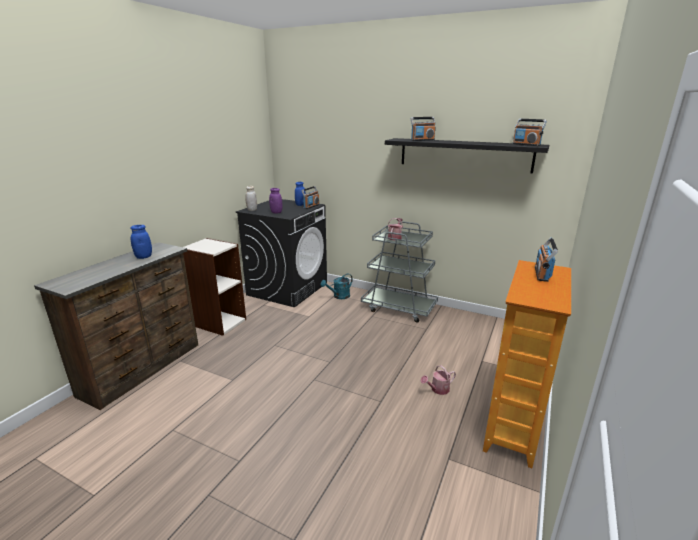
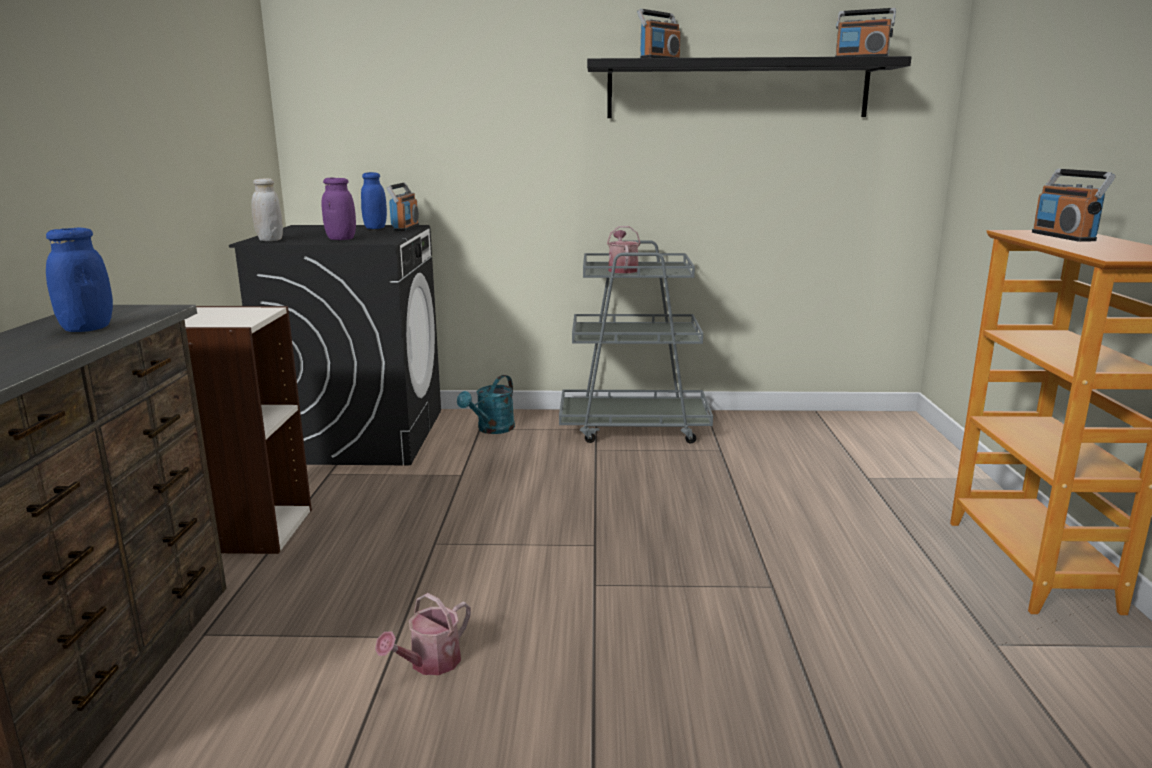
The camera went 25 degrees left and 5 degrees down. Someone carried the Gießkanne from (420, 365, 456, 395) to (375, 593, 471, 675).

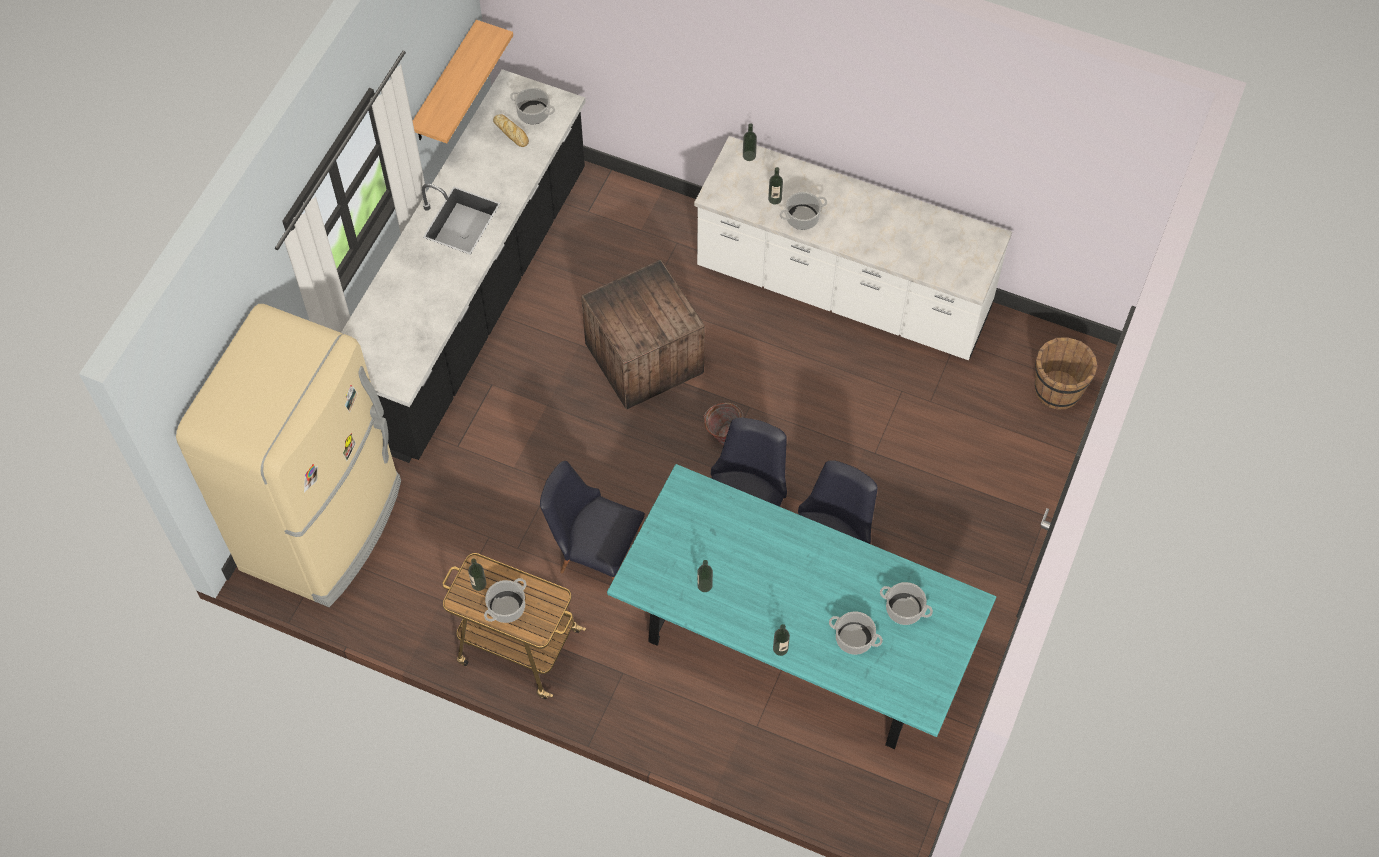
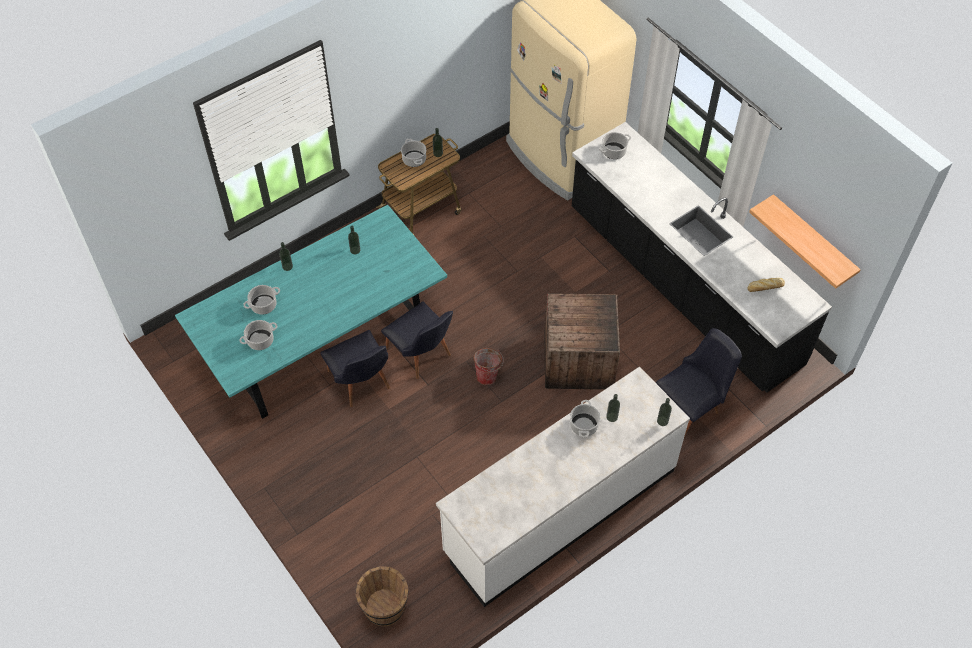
The camera went 120 degrees right and 5 degrees down. Someone carried the Kochtopf from (510, 87, 555, 124) to (599, 132, 631, 159). Someone carried the Stuhl (schwarz) from (540, 461, 645, 580) to (656, 328, 742, 437).

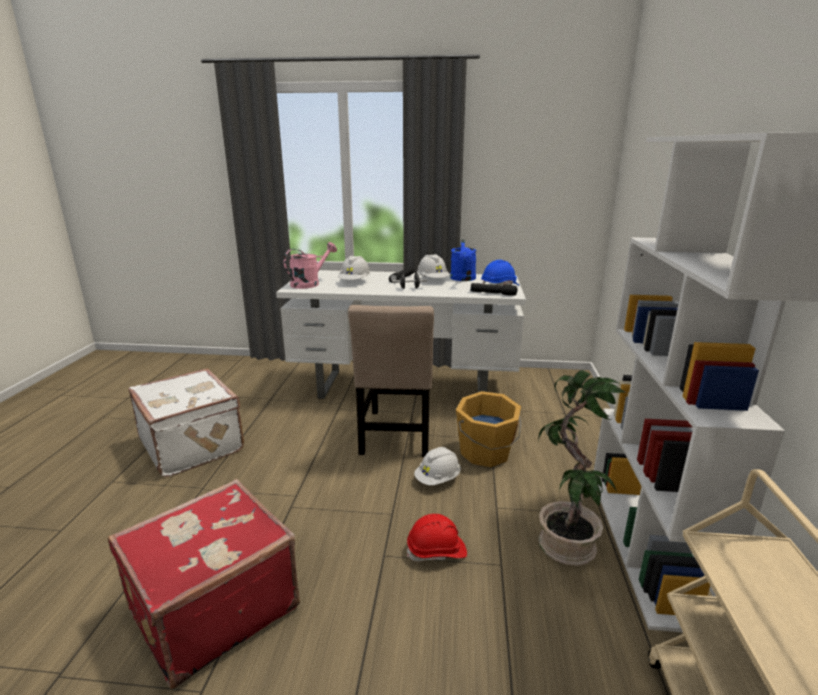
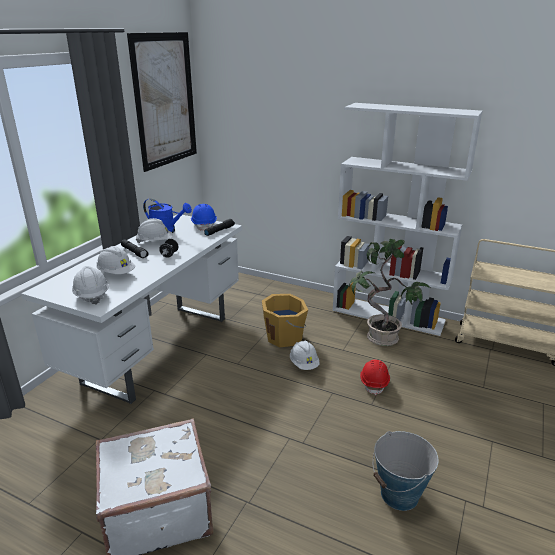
The camera went 70 degrees left and 5 degrees up. Someone swapped the Gießkanne (rosa) at (283, 242, 337, 289) for the Schutzhelm (weiß) at (72, 266, 109, 305). Someone took away the Stuhl (beige) at (348, 305, 434, 457). Someone swapped the Koffer (rot) at (108, 479, 300, 689) for the Eimer at (373, 431, 439, 511). Someone put up the Bild at (127, 32, 197, 172).

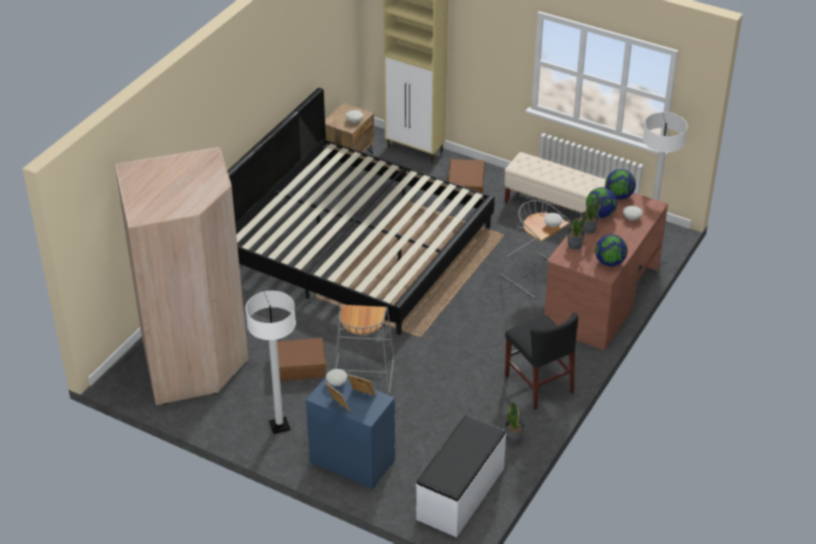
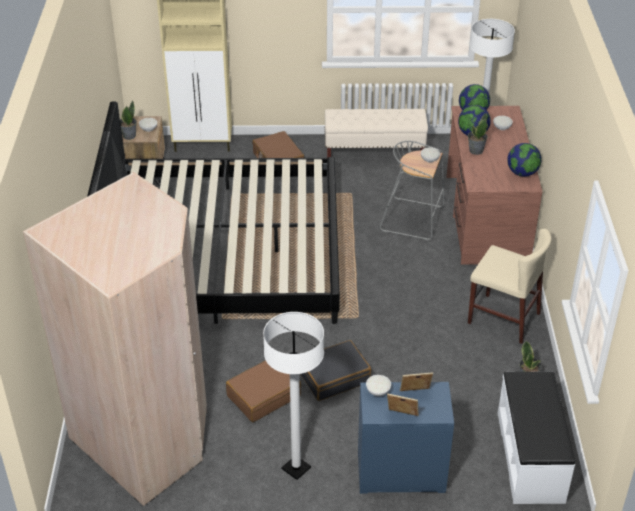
The camera went 30 degrees left and 0 degrees up. Someone carried the Topfpflanze from (567, 213, 587, 250) to (120, 101, 137, 140). Someone swapped the Hocker (grau) at (334, 304, 394, 394) for the Koffer (schwarz) at (300, 340, 371, 401). Someone repainted the Stuhl (schwarz) at (505, 313, 578, 410), which became the Stuhl (beige) at (468, 229, 552, 344).

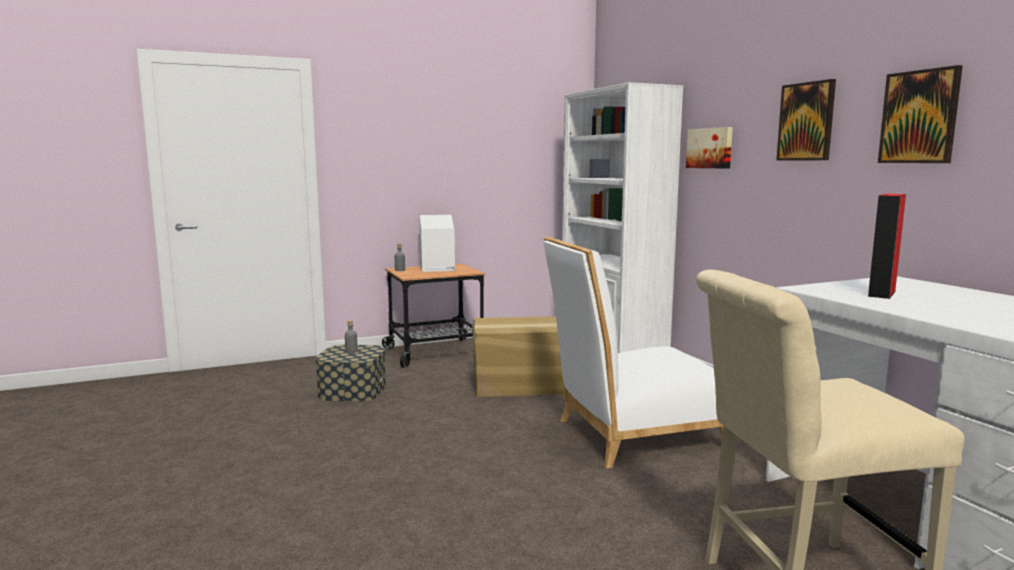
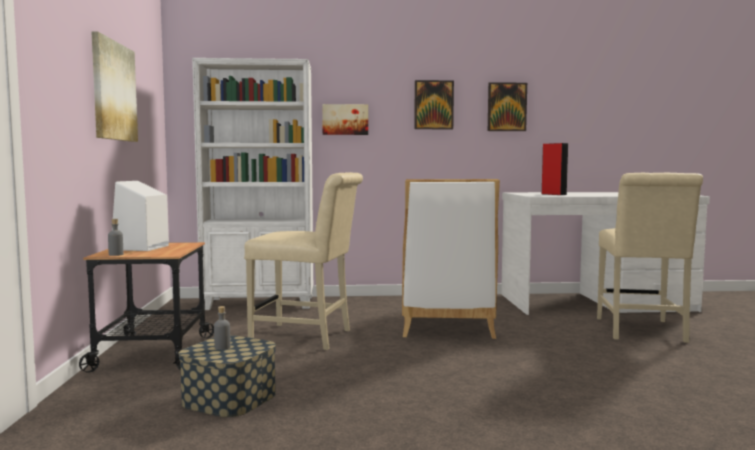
The camera went 70 degrees left and 5 degrees down. Someone swapped the Karton at (472, 316, 565, 397) for the Stuhl (beige) at (244, 172, 363, 350). Someone put up the Bild at (91, 32, 138, 142).

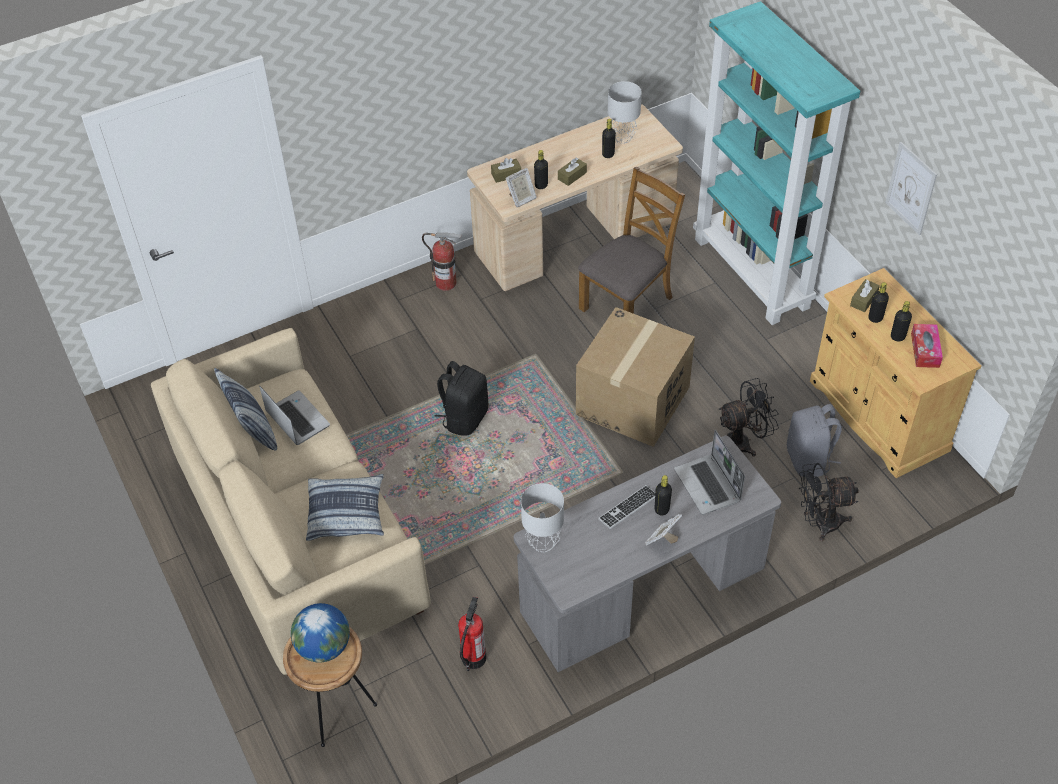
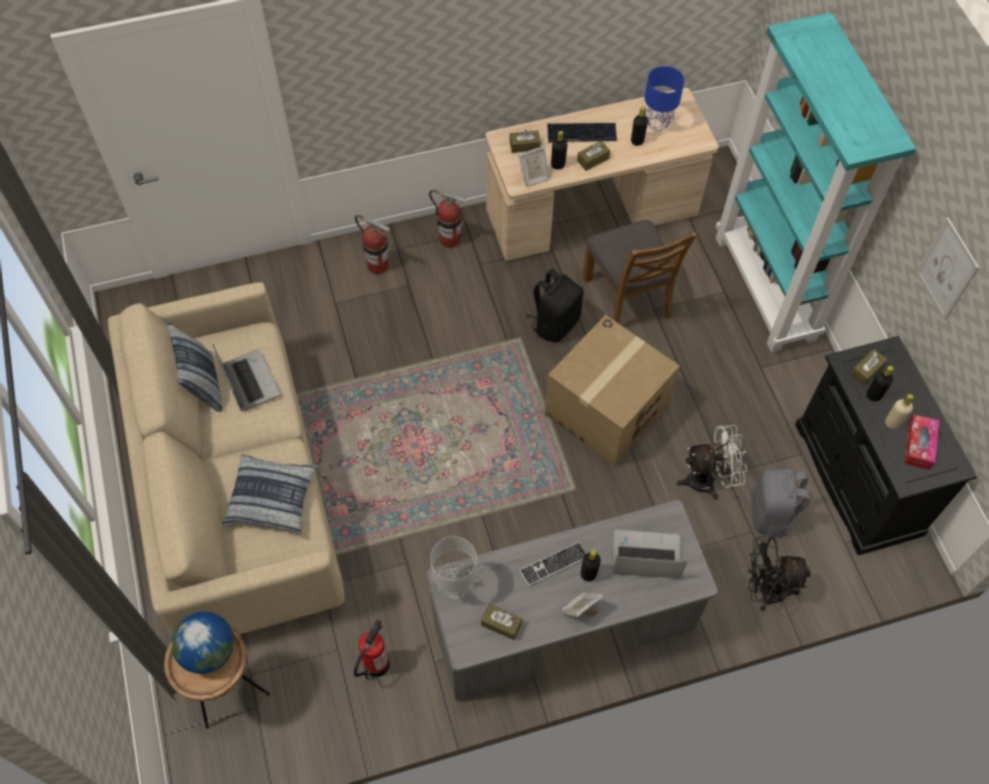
The camera went 10 degrees right and 10 degrees up. Someone repainted the Tischlampe (grau) at (607, 81, 642, 144), which became the Tischlampe (blau) at (645, 66, 684, 131). Someone rotated the Stuhl (braun) at (578, 167, 685, 314) by 105 degrees clockwise. Someone repainted the Schrank (beige) at (810, 268, 982, 478), which became the Schrank (schwarz) at (795, 336, 977, 555). Someone repainted the Flasche (schwarz) at (891, 301, 912, 341), which became the Flasche (beige) at (885, 394, 914, 429). Someone carried the Rucksack (schwarz) from (435, 361, 488, 436) to (526, 269, 583, 342). Someone repainted the Ventilator (schwarz) at (719, 378, 779, 457), which became the Ventilator (weiß) at (677, 425, 747, 499). Someone rotated the Laptop at (674, 430, 745, 515) by 105 degrees clockwise. Someone put down the Tastatur at (547, 123, 617, 142). Someone put down the Feuerlöscher at (355, 215, 390, 274). Someone put down the Taschentuchbox (braun) at (481, 604, 522, 640).

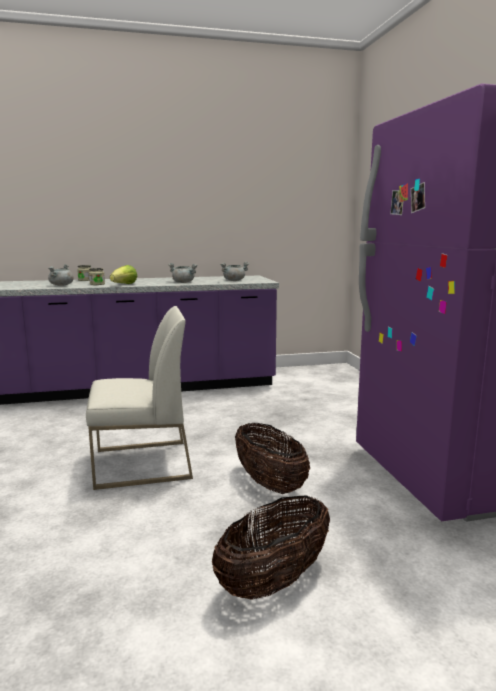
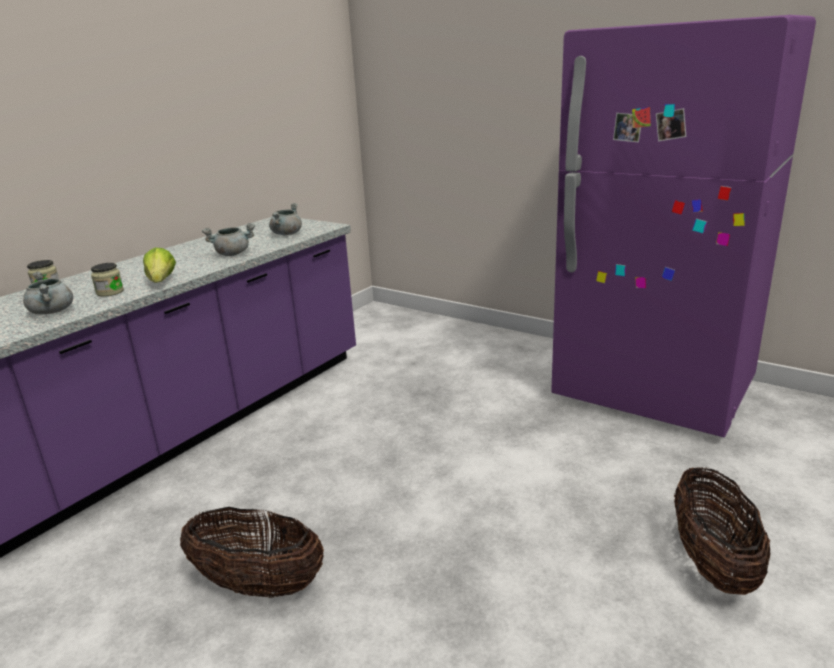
The camera went 40 degrees left and 10 degrees up. Someone took away the Stuhl (weiß) at (86, 306, 193, 490). Someone carried the Korb from (235, 423, 310, 494) to (180, 507, 324, 598).

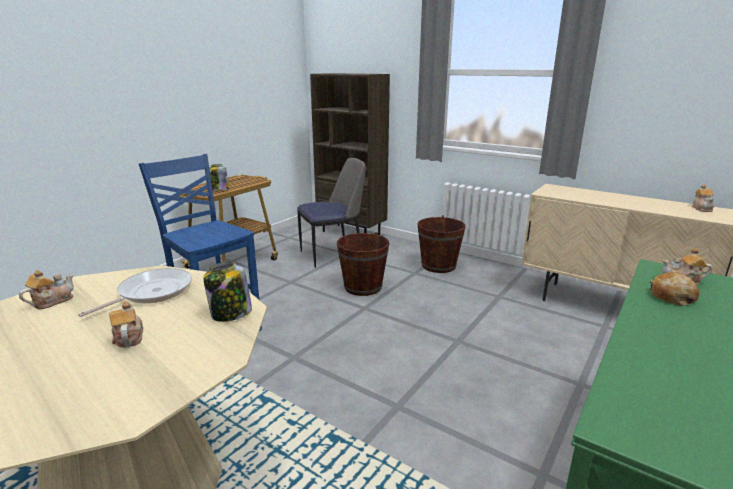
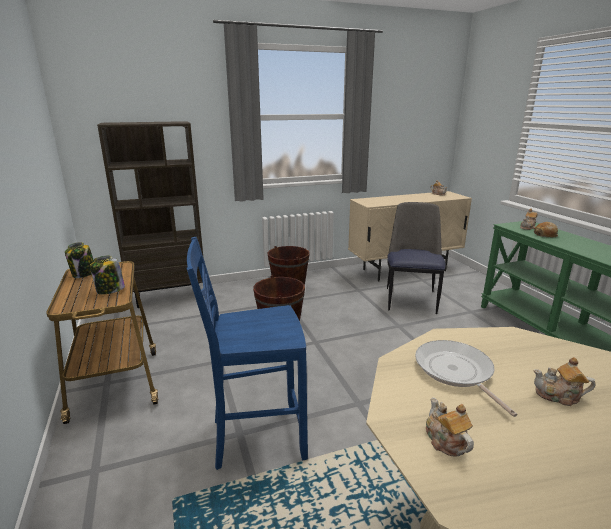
The camera went 55 degrees left and 0 degrees up. Someone carried the Stuhl from (297, 158, 366, 268) to (387, 202, 445, 314). Someone carried the Vorratsglas from (203, 262, 252, 322) to (65, 242, 94, 278).

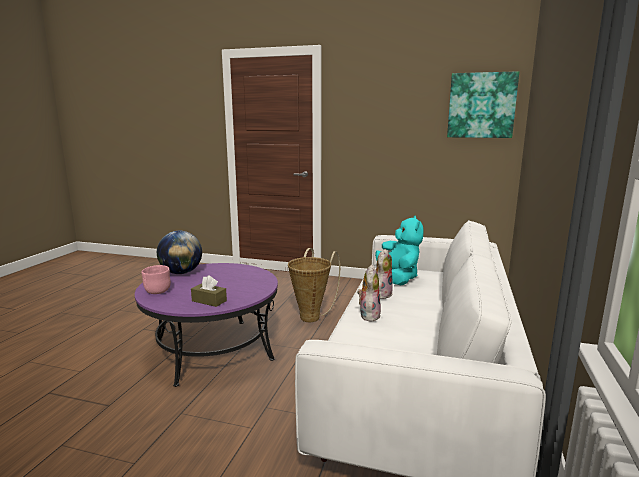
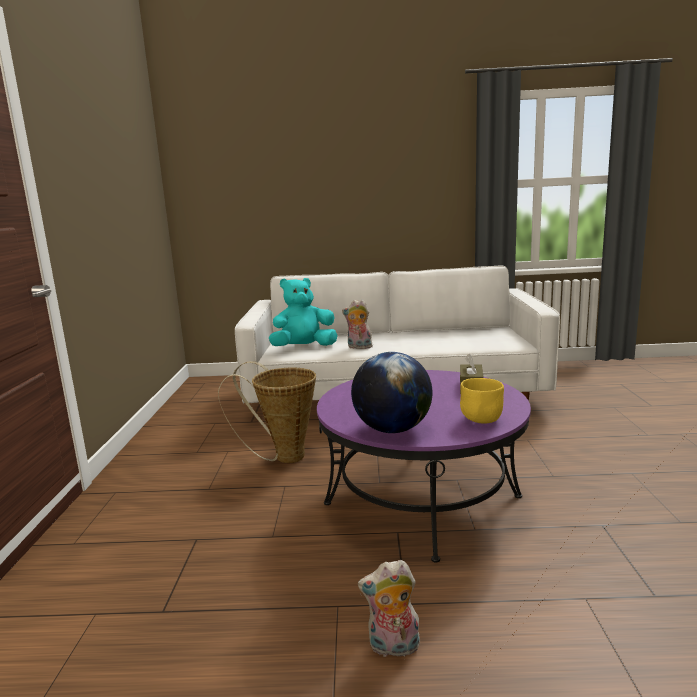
The camera went 105 degrees left and 0 degrees up. Someone took away the Bild at (447, 71, 519, 138). Someone repainted the Schüssel (rosa) at (141, 265, 171, 294), which became the Schüssel (gelb) at (460, 378, 504, 423). Someone carried the Plüschtier from (357, 265, 381, 322) to (358, 560, 420, 657).

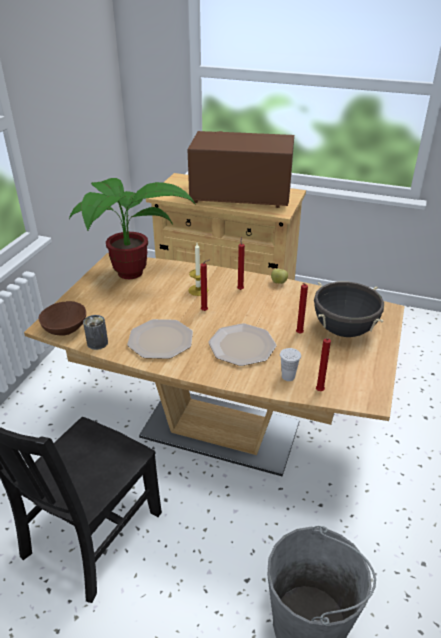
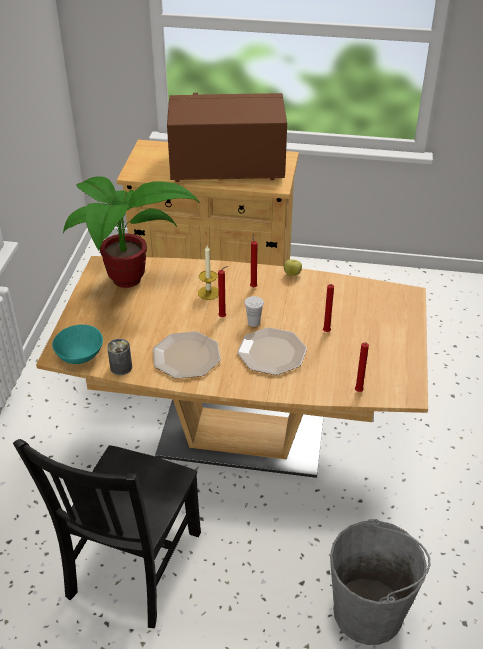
The camera went 10 degrees left and 5 degrees up. Someone took away the Kochtopf (schwarz) at (314, 282, 384, 337). Someone repainted the Schüssel (braun) at (39, 301, 86, 336), which became the Schüssel (türkis) at (52, 324, 103, 364). Someone carried the Tasse (weiß) from (280, 348, 301, 381) to (244, 296, 264, 327).

